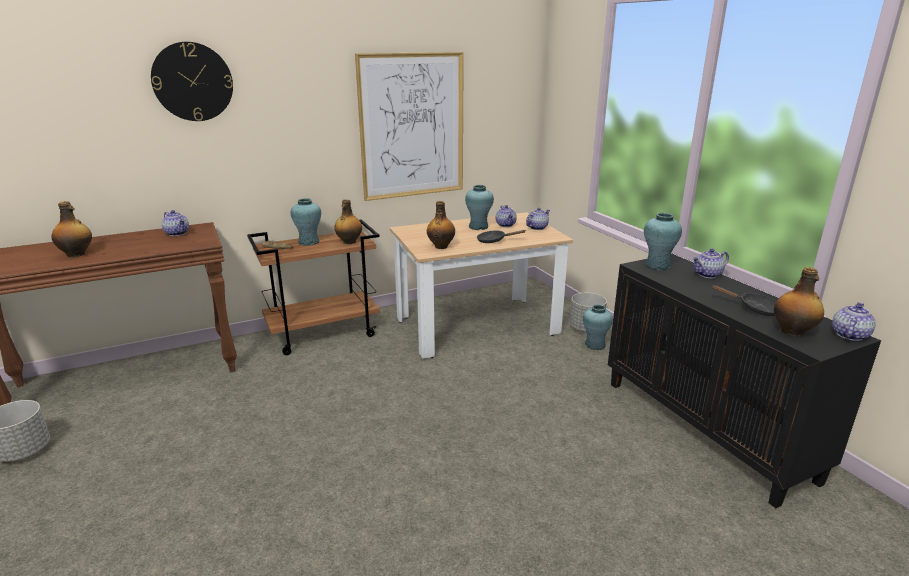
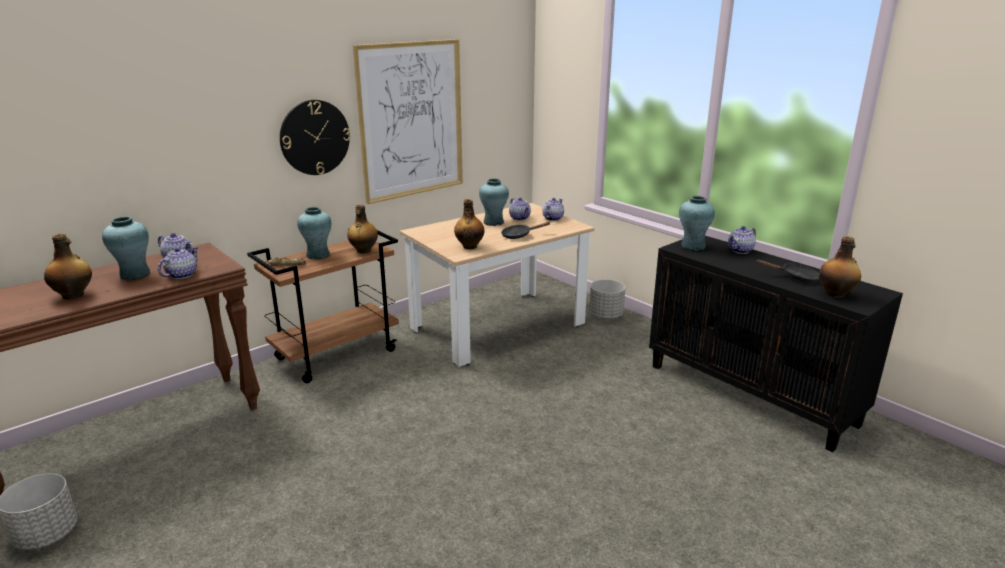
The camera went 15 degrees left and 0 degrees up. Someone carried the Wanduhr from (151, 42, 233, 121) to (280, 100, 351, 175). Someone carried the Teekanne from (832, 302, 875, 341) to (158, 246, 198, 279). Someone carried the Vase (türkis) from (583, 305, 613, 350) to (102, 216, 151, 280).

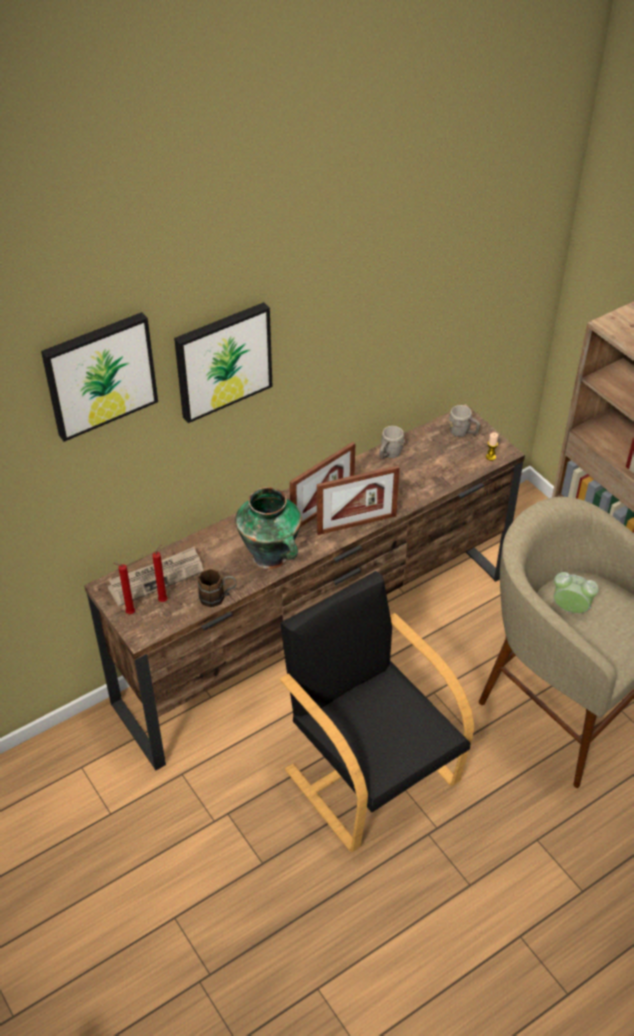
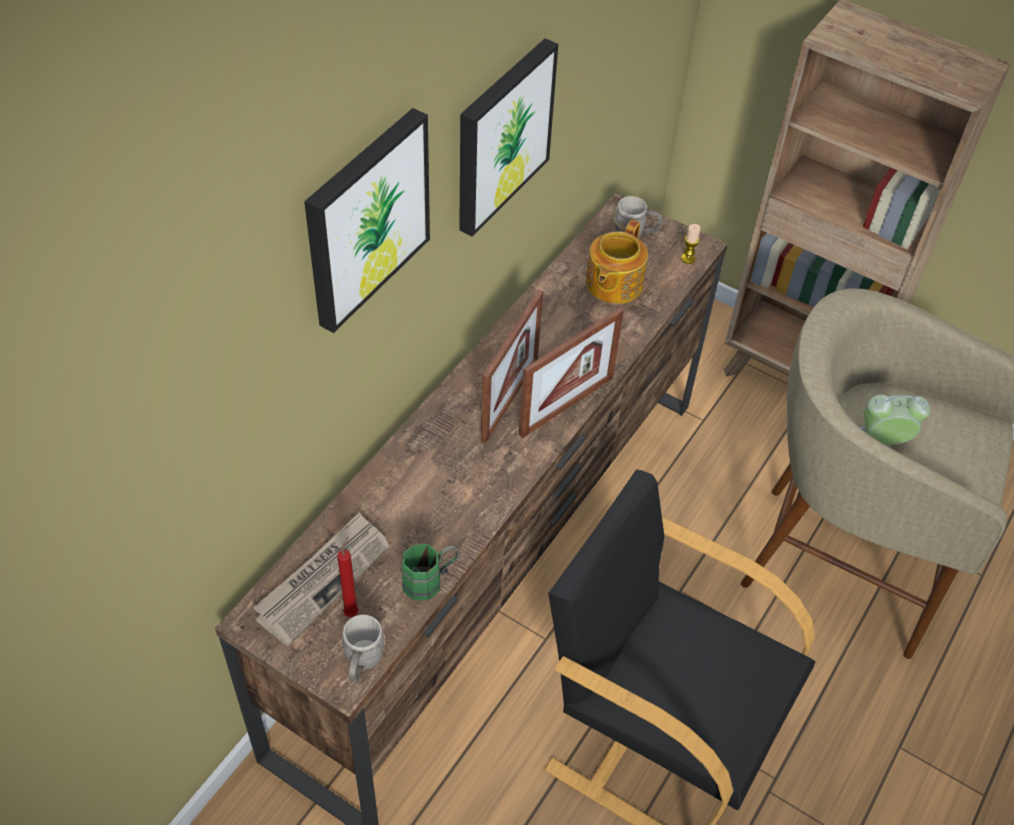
The camera went 25 degrees left and 5 degrees up. Someone carried the Bild from (41, 312, 158, 442) to (459, 38, 558, 237). Someone carried the Henkelbecher (grau) from (379, 426, 404, 459) to (342, 615, 385, 682). Someone took away the Vase at (235, 487, 302, 569). Someone took away the Kerze (rot) at (113, 563, 135, 614). Someone repainted the Henkelbecher (braun) at (198, 569, 236, 607), which became the Henkelbecher (grün) at (402, 544, 459, 600). Someone put down the Teekanne at (586, 220, 648, 304).

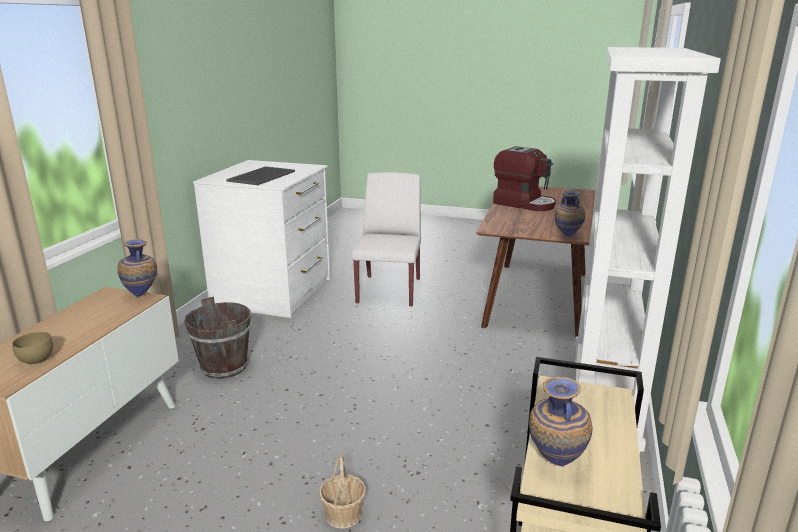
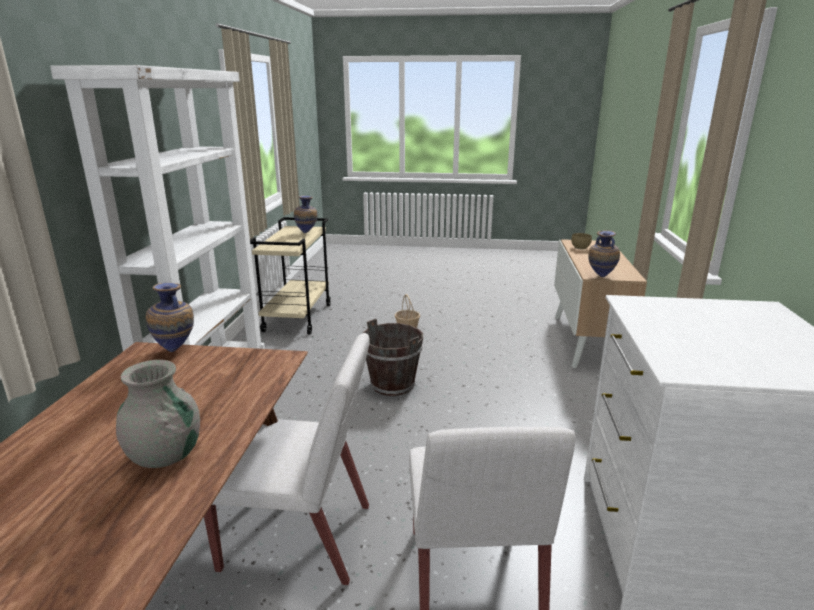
The camera went 170 degrees right and 0 degrees up. Someone swapped the Kaffeemaschine at (493, 146, 556, 211) for the Vase (grau) at (116, 360, 200, 468). Someone took away the Tablett at (226, 166, 295, 185). Someone carried the Eimer (braun) from (185, 297, 252, 379) to (362, 319, 423, 396). Someone put down the Stuhl (weiß) at (204, 333, 369, 585).

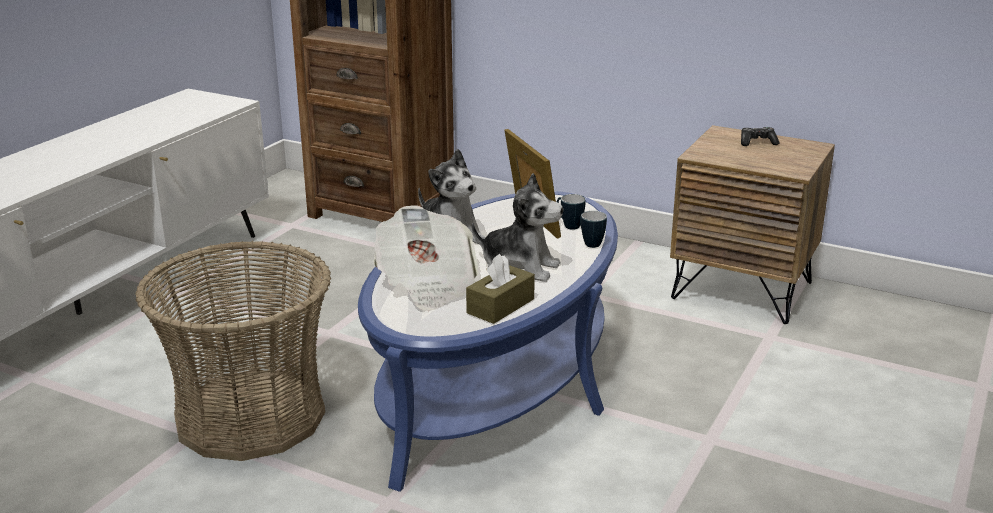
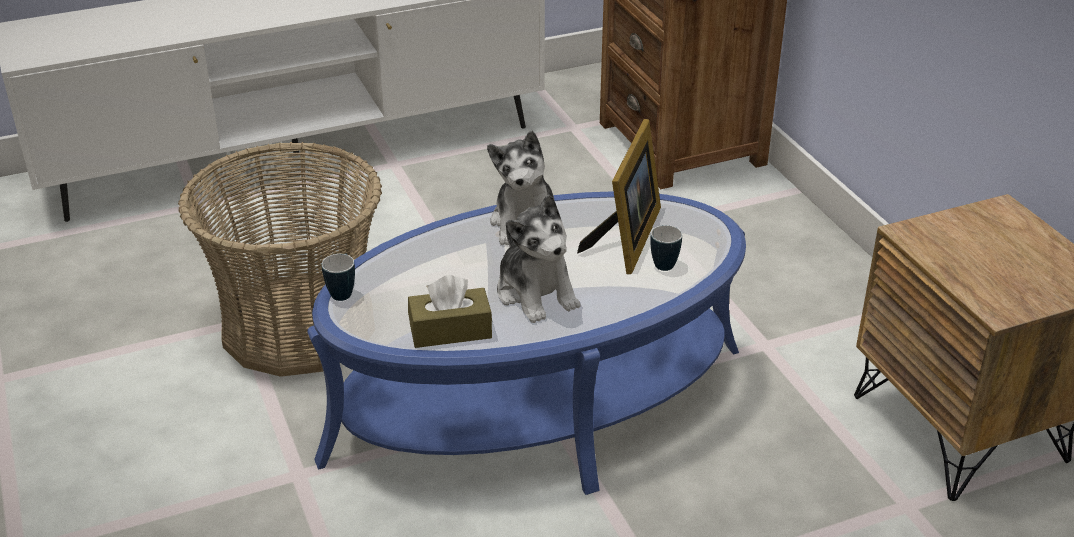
The camera went 40 degrees right and 10 degrees up. Someone took away the Gamepad at (741, 127, 779, 146). Someone took away the Zeitung at (373, 205, 479, 311). Someone carried the Henkelbecher from (580, 211, 607, 248) to (322, 253, 355, 301).

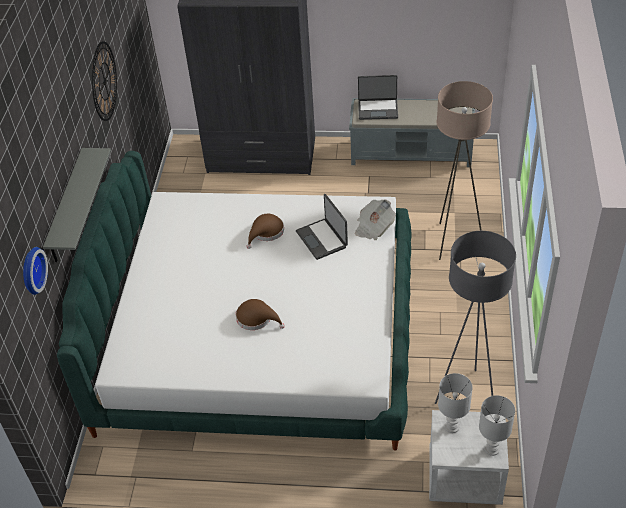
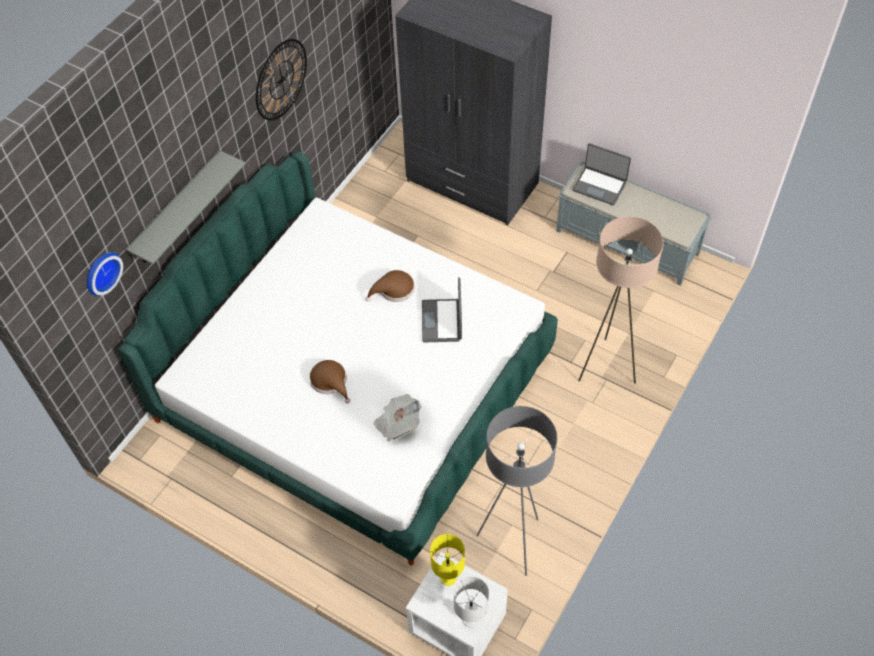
The camera went 25 degrees right and 10 degrees up. Someone carried the Zeitung from (355, 200, 395, 240) to (374, 394, 422, 442). Someone repainted the Tischlampe (weiß) at (438, 373, 473, 433), which became the Tischlampe (gelb) at (430, 534, 465, 586).

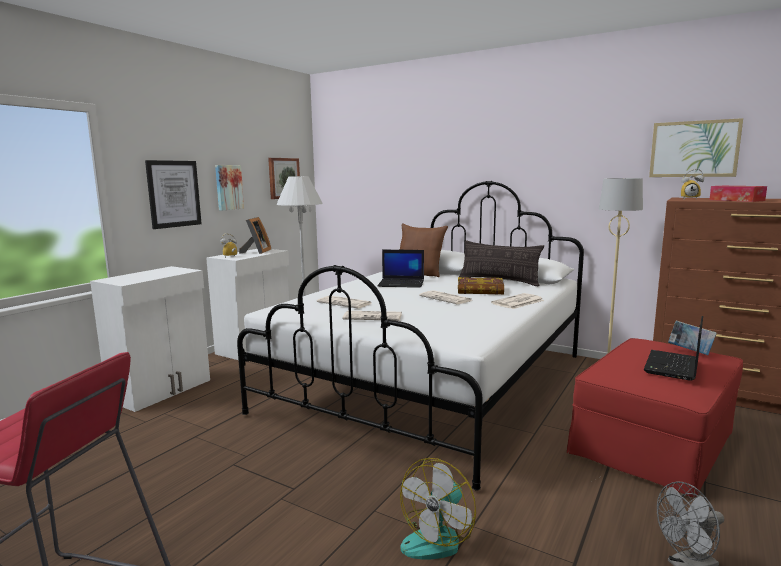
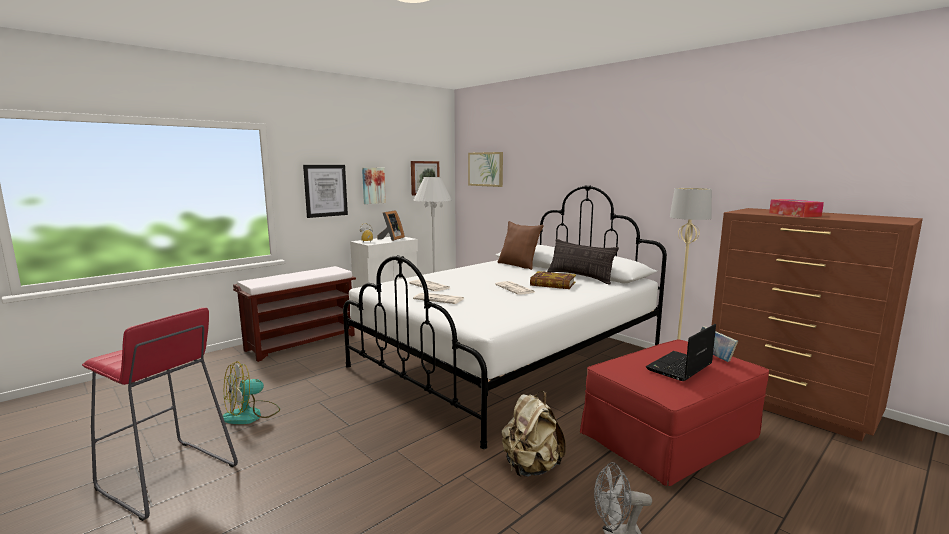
The camera went 15 degrees right and 0 degrees up. Someone carried the Bild from (649, 118, 743, 177) to (468, 152, 503, 187). Someone took away the Wecker at (681, 169, 704, 199). Someone took away the Laptop at (377, 250, 424, 288). Someone swapped the Schrank (weiß) at (90, 266, 210, 412) for the Bank (braun) at (233, 266, 356, 362). Someone took away the Zeitung at (491, 293, 544, 309). Someone carried the Ventilator from (400, 458, 476, 560) to (222, 361, 280, 424). Someone put down the Rucksack (beige) at (501, 391, 566, 477).

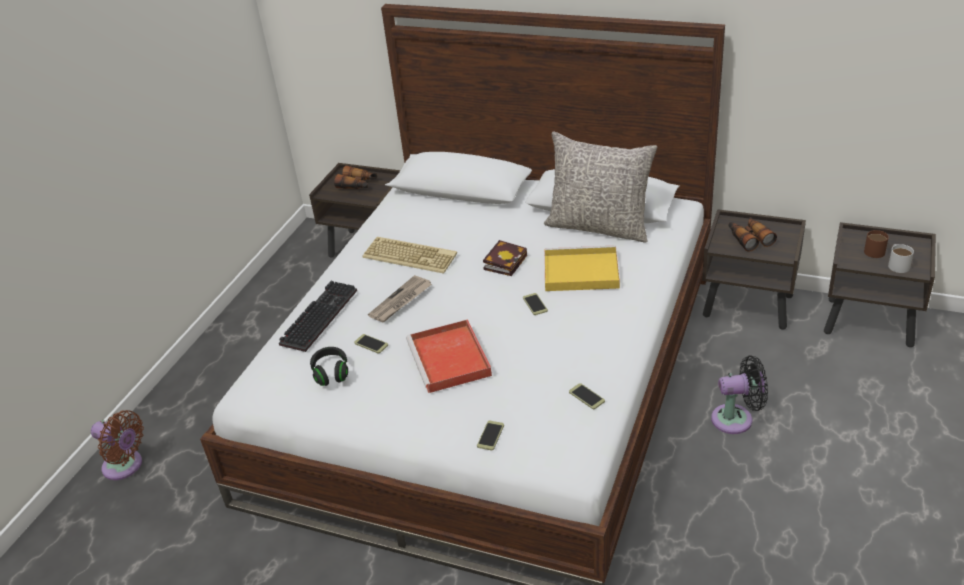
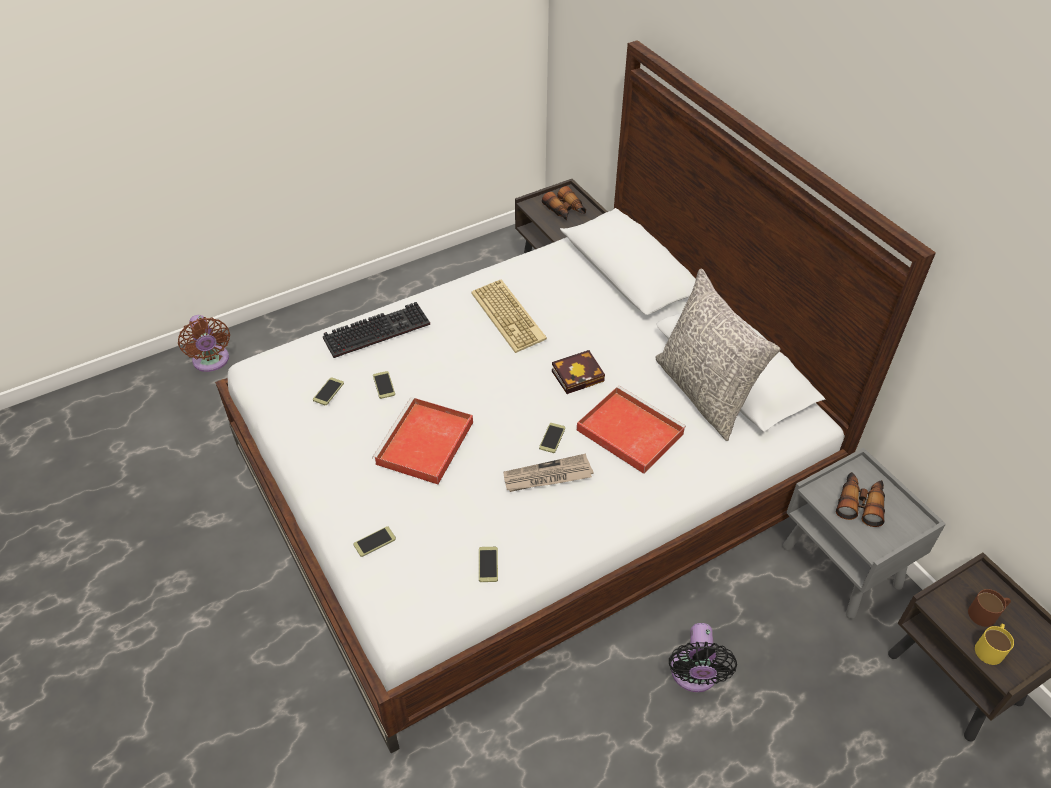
The camera went 35 degrees right and 10 degrees up. Someone repainted the Nachttisch (braun) at (702, 209, 806, 329), which became the Nachttisch (grau) at (783, 448, 946, 619). Someone repainted the Henkelbecher (weiß) at (888, 244, 914, 273), which became the Henkelbecher (gelb) at (975, 624, 1014, 665). Someone repainted the Tablett (gelb) at (545, 245, 620, 291), which became the Tablett (rot) at (577, 386, 686, 474). Someone carried the Zeitung from (368, 275, 432, 322) to (504, 454, 593, 492). Someone swapped the Kopfhörer (schwarz) at (310, 347, 348, 386) for the Handy at (313, 377, 344, 405). Someone rotated the Ventilator (schwarz) at (711, 355, 768, 434) by 60 degrees clockwise.

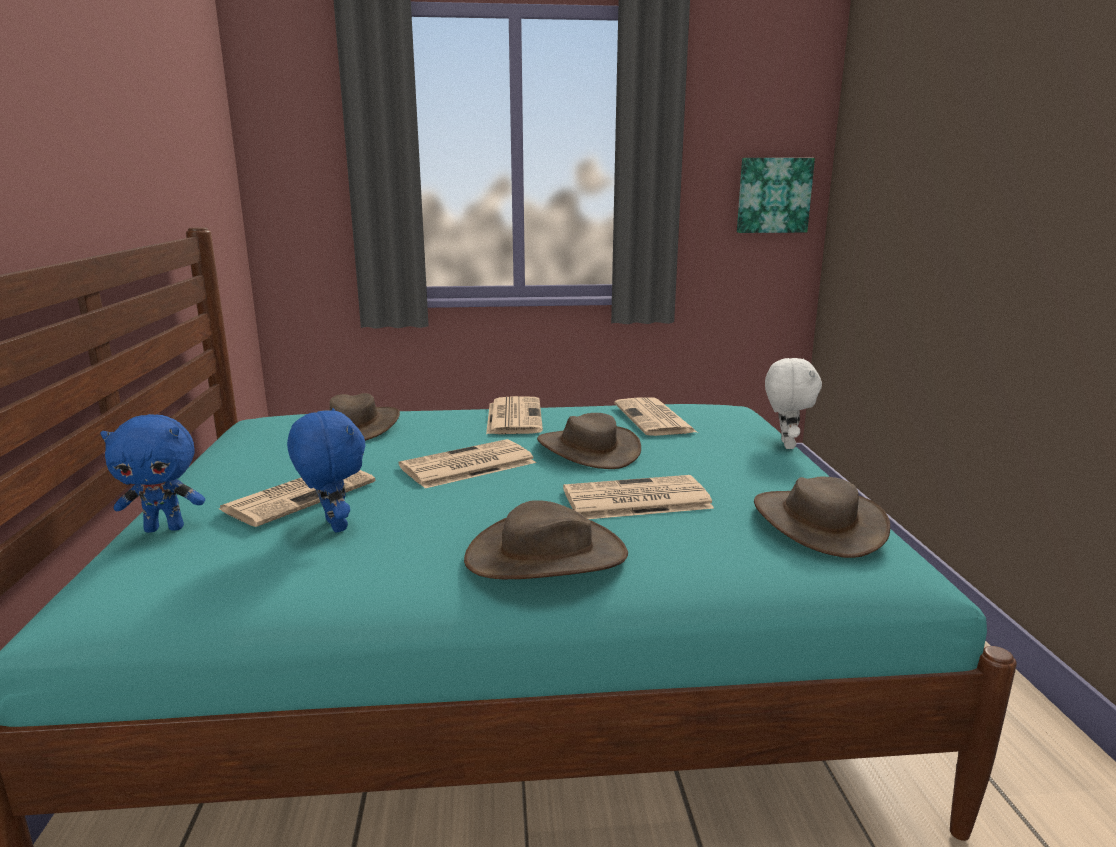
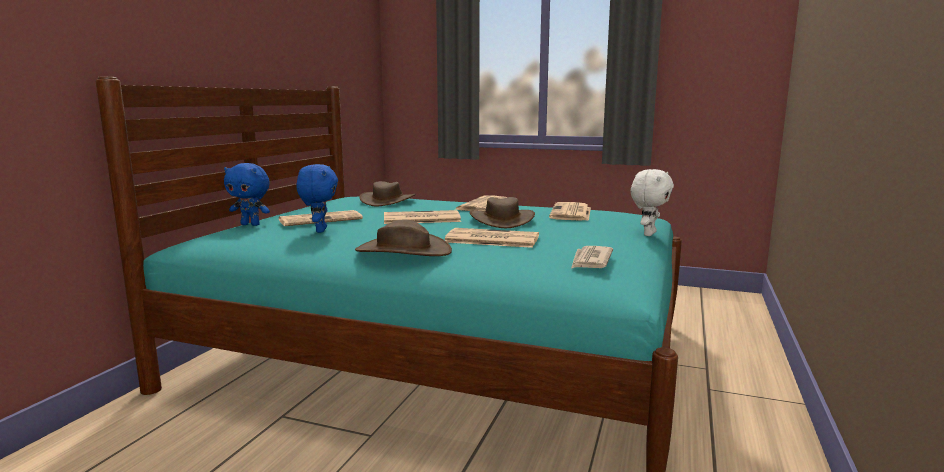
The camera went 25 degrees right and 5 degrees down. Someone took away the Bild at (737, 158, 815, 233). Someone swapped the Hut (braun) at (754, 477, 890, 558) for the Zeitung at (571, 246, 613, 269).

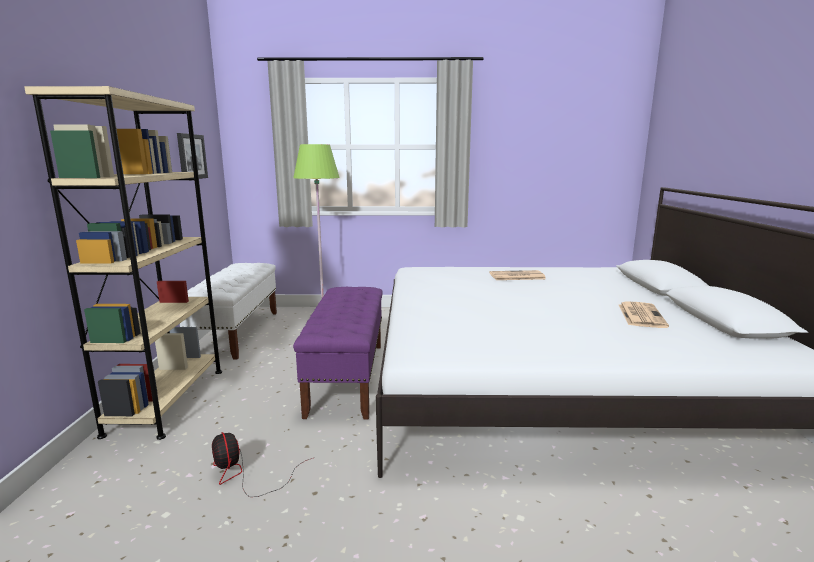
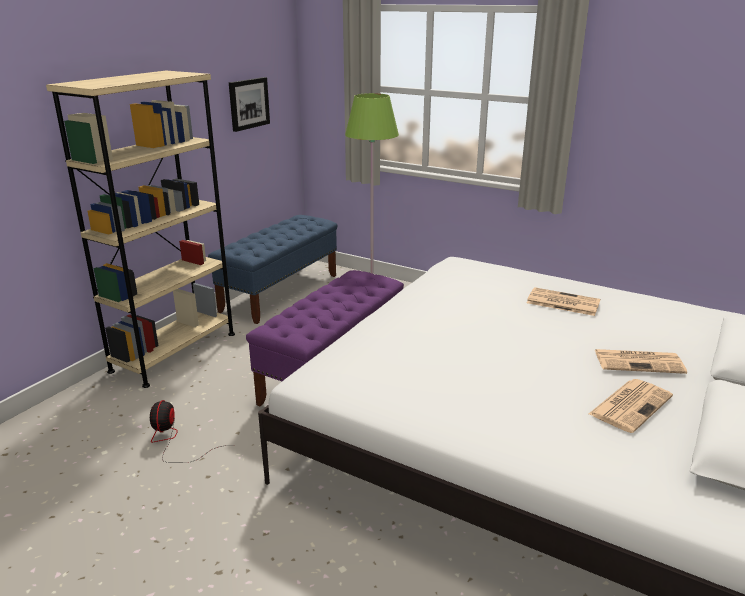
The camera went 30 degrees right and 10 degrees up. Someone repainted the Bank (weiß) at (180, 263, 277, 360), which became the Bank (blau) at (208, 215, 338, 324). Someone put down the Zeitung at (595, 349, 687, 374).

